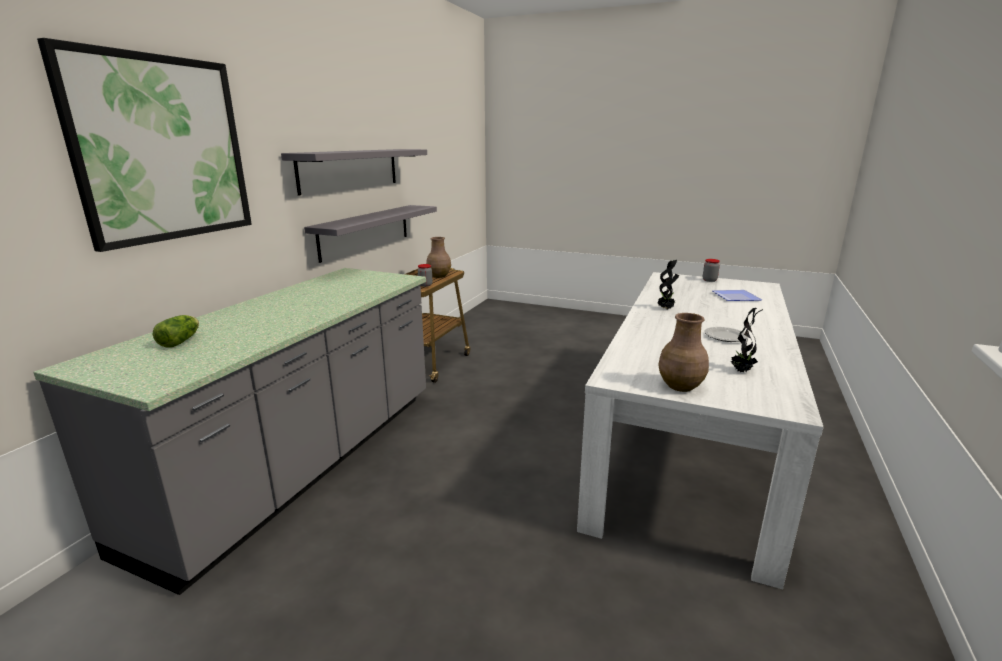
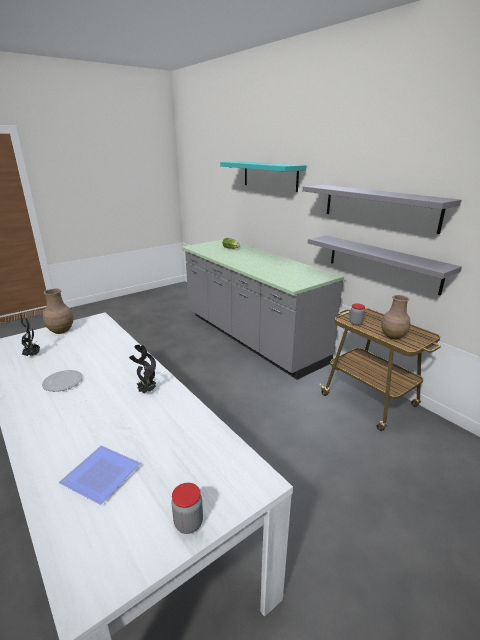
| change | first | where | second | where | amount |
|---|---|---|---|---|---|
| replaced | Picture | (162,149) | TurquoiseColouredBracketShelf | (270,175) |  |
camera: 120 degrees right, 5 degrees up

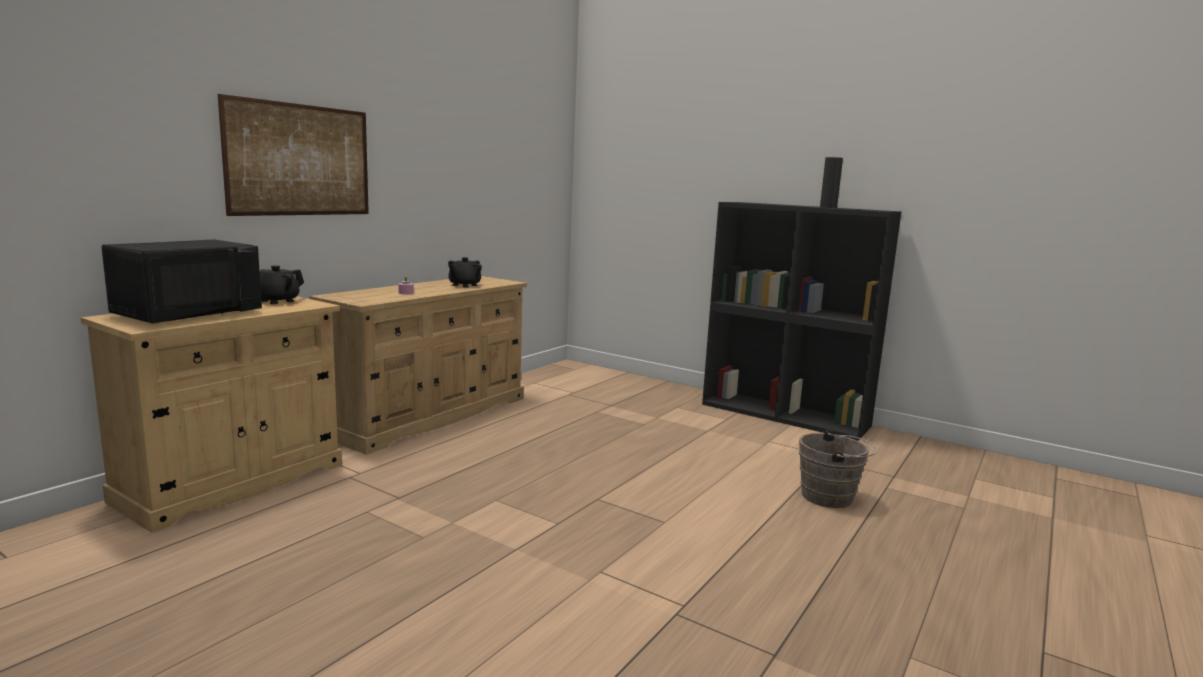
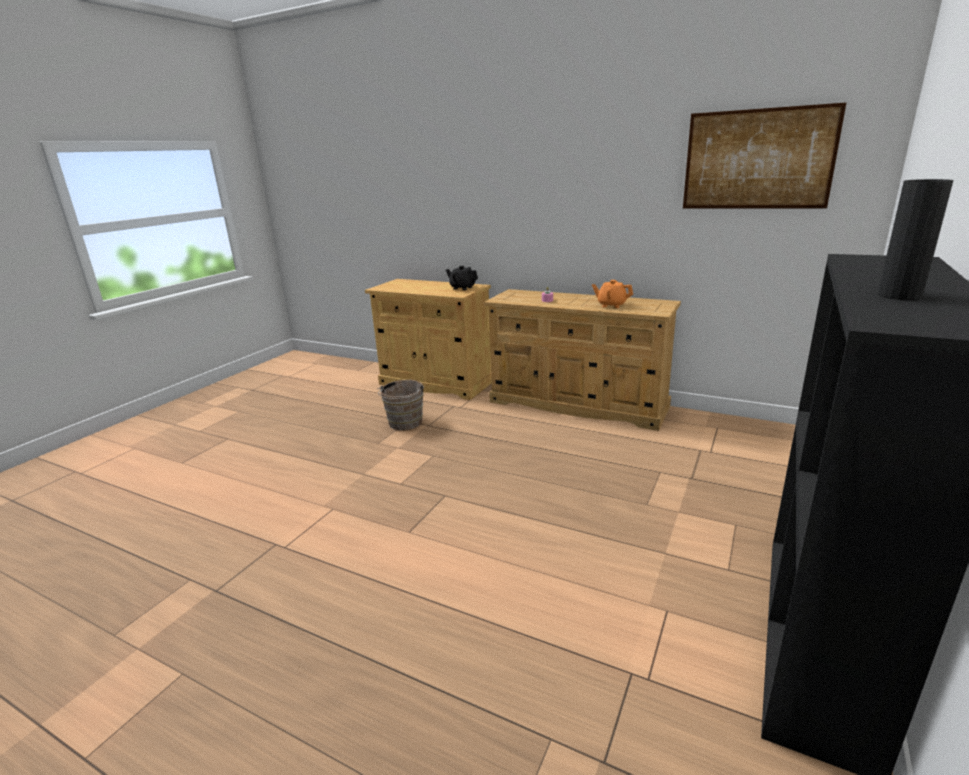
| change | first | where | second | where | amount |
|---|---|---|---|---|---|
| moved | BrownBucket | (831,497) |  | (404,424) |  |
| recoloured | BlackColouredPotForTea | (464,285) | OrangePotForTea | (611,305) |  |
| moved | Picture | (300,160) |  | (757,159) |  |
| removed | BlackColouredMicrowaveOven | (187,313) |  |  |  |
camera: 85 degrees right, 10 degrees up

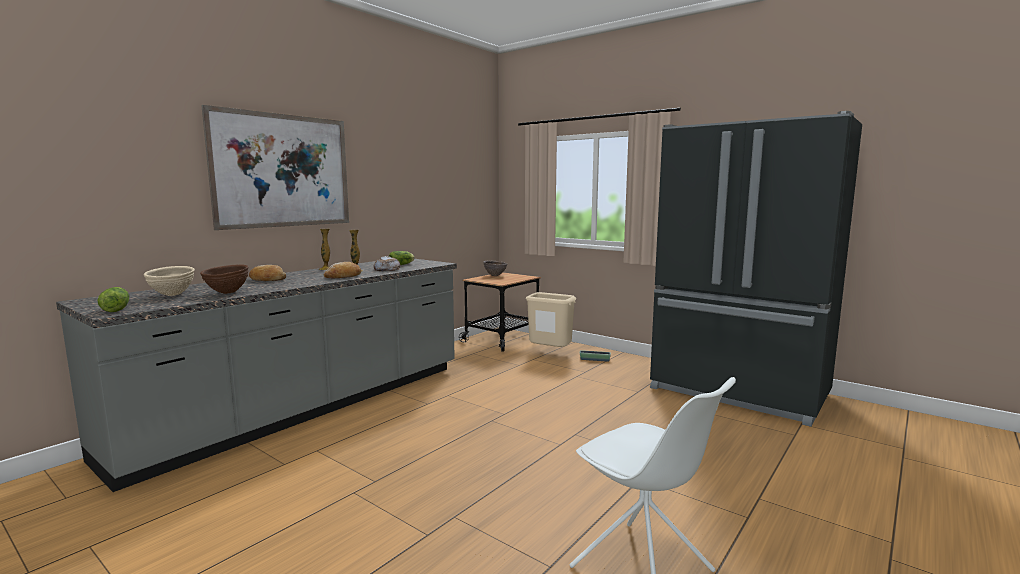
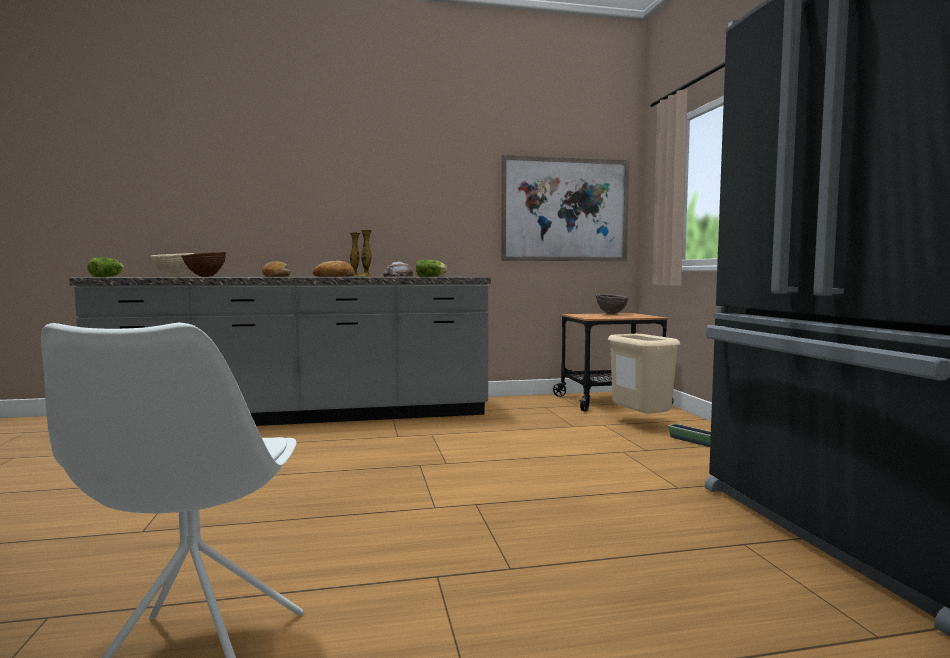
| change | first | where | second | where | amount |
|---|---|---|---|---|---|
| moved | Picture | (283,171) |  | (565,210) |  |
camera: 40 degrees right, 5 degrees down

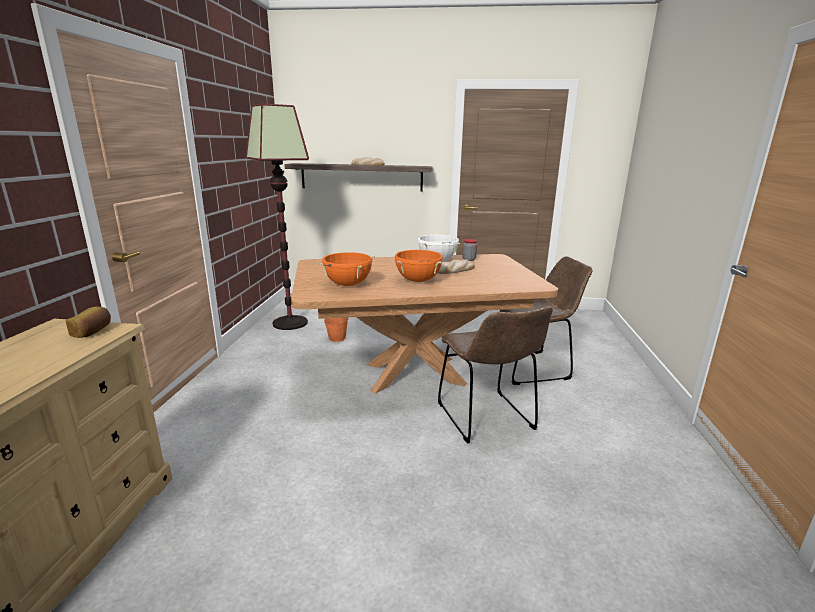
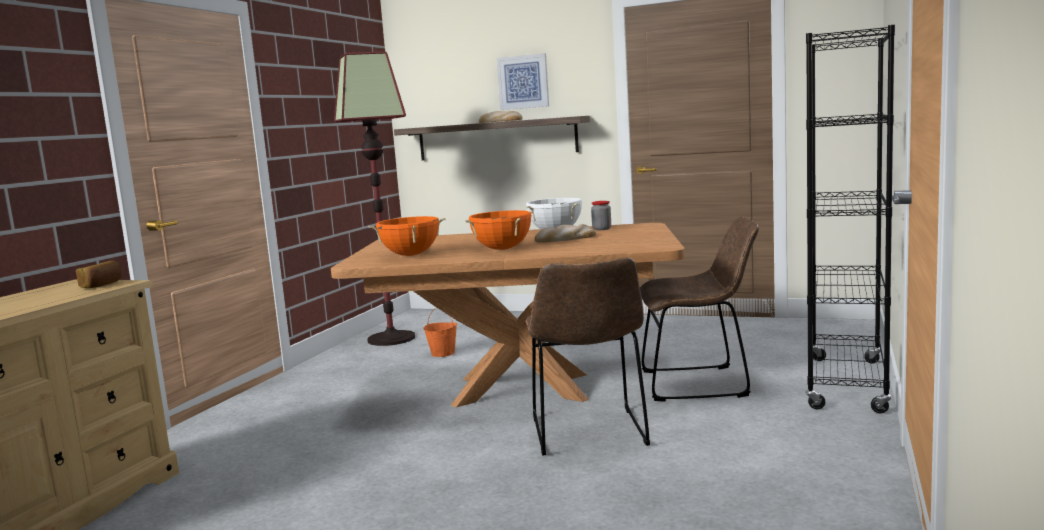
| change | first | where | second | where | amount |
|---|---|---|---|---|---|
| added |  |  | Picture | (523,82) |  |
| added |  |  | BlackColouredBookcase | (846,384) |  |
camera: 15 degrees right, 10 degrees down

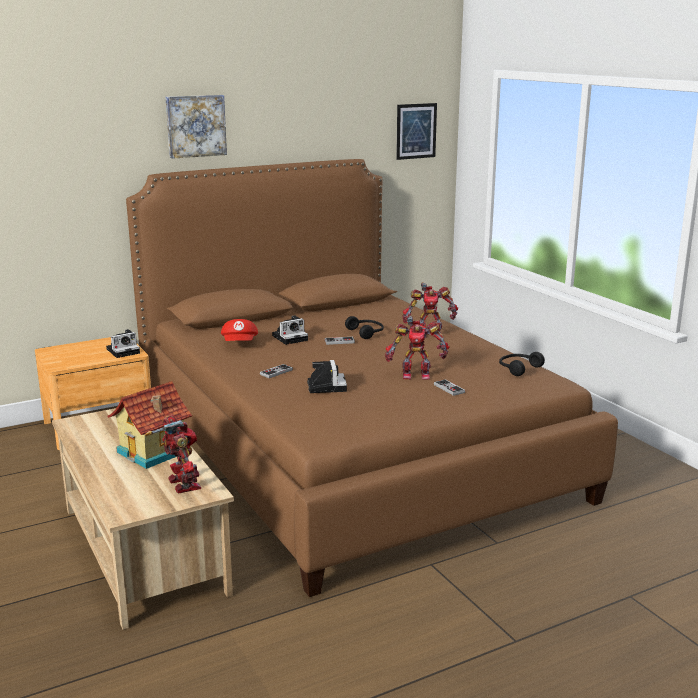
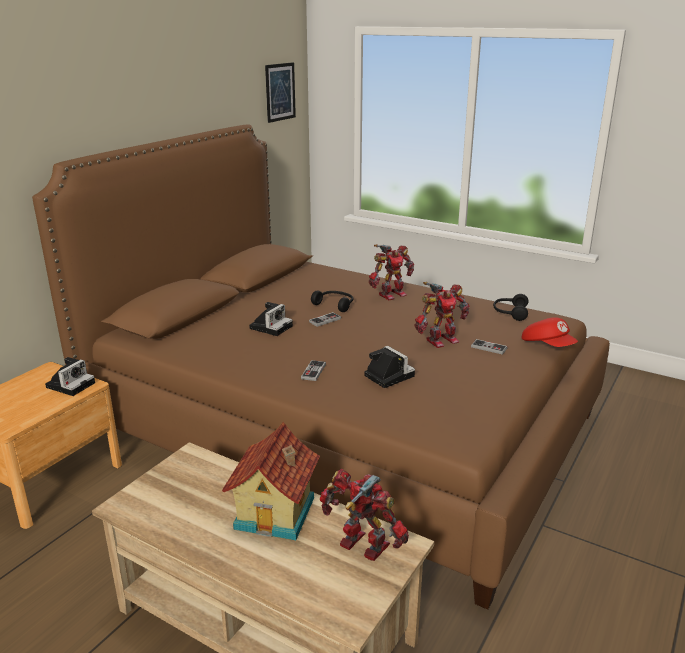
| change | first | where | second | where | amount |
|---|---|---|---|---|---|
| moved | RedPeakedCap | (240,344) |  | (548,345) |  |
| removed | Picture | (195,126) |  |  |  |
camera: 30 degrees left, 5 degrees up

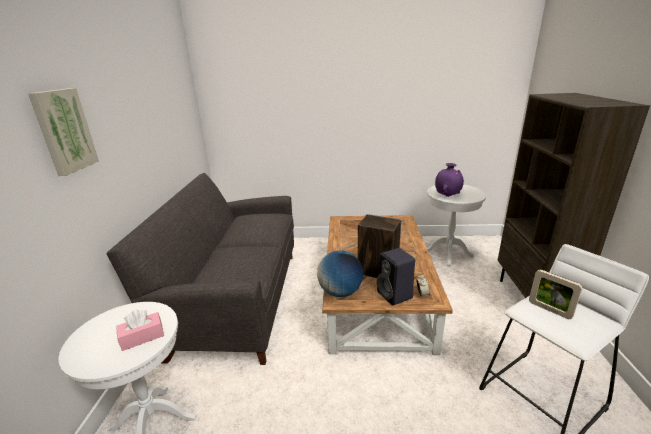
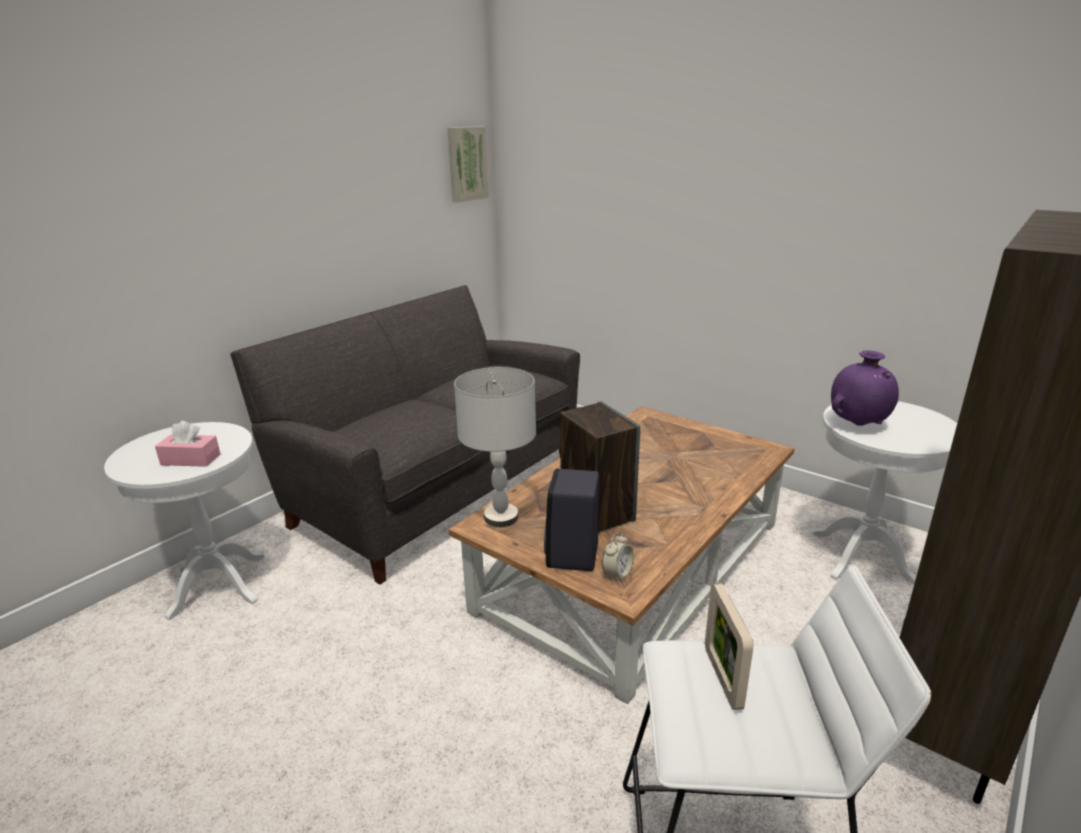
| change | first | where | second | where | amount |
|---|---|---|---|---|---|
| moved | Picture | (63,131) |  | (466,164) |  |
| replaced | Globe | (340,292) | GrayTabletopLamp | (502,517) |  |
camera: 35 degrees right, 0 degrees up

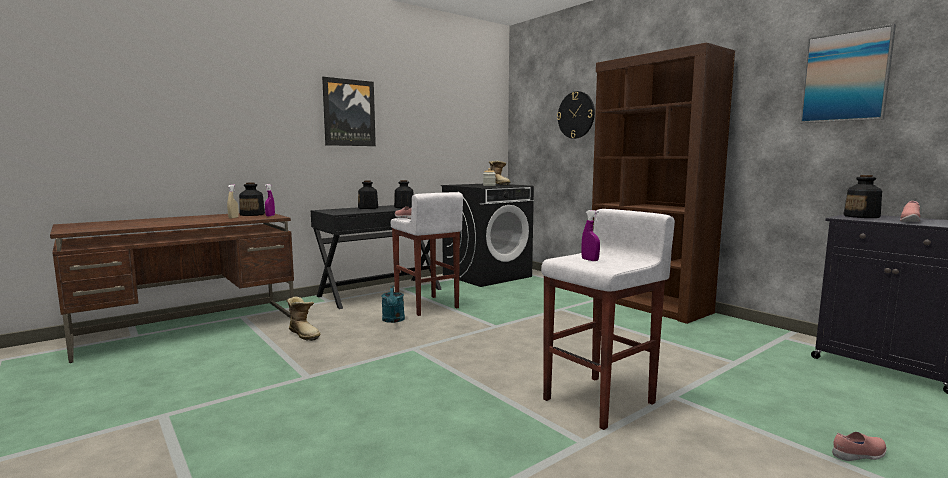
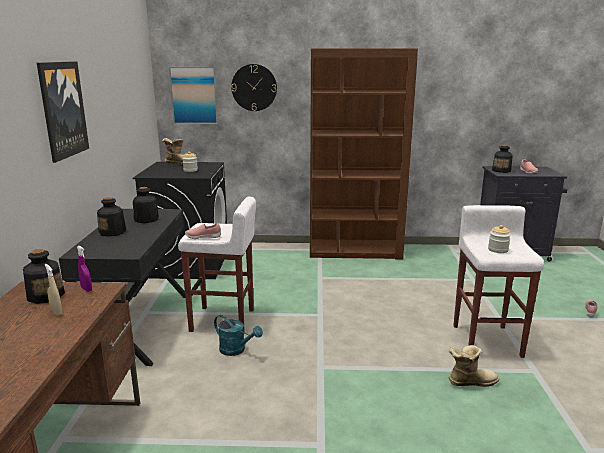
| change | first | where | second | where | amount |
|---|---|---|---|---|---|
| moved | Picture | (845,77) |  | (194,95) |  |
| moved | Boot | (304,334) |  | (470,381) |  |
| replaced | PurpleColouredSprayBottle | (590,260) | Jar | (498,250) |  |
camera: 50 degrees left, 10 degrees up

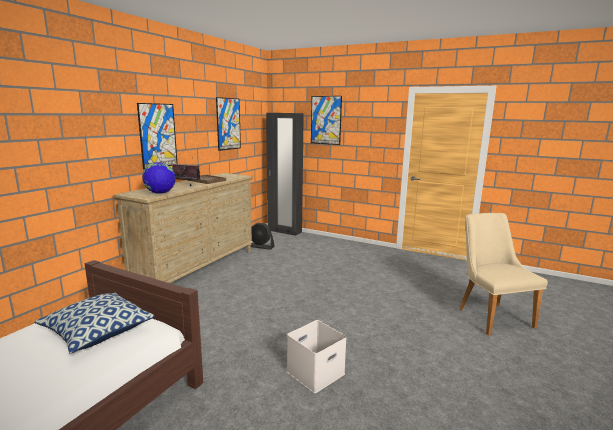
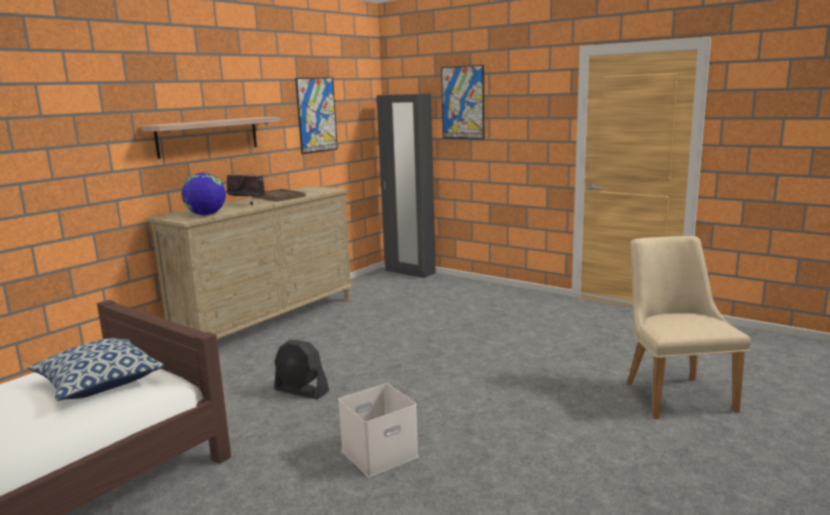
| change | first | where | second | where | amount |
|---|---|---|---|---|---|
| replaced | Picture | (158,135) | BracketShelf | (208,136) |  |
| moved | BlackColouredElectricFan | (261,247) |  | (301,391) |  |
camera: 10 degrees right, 0 degrees up

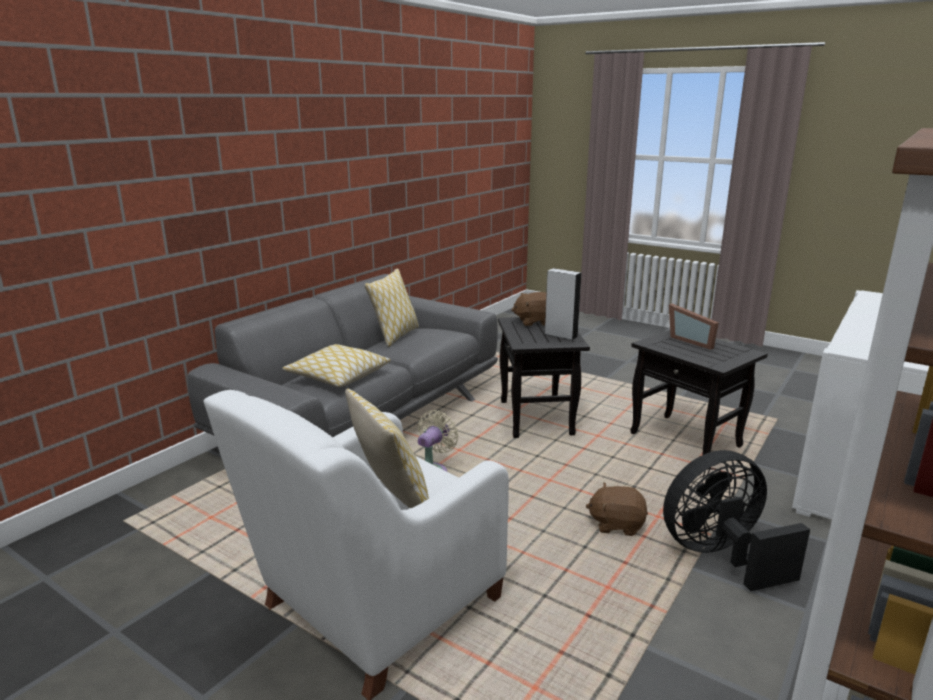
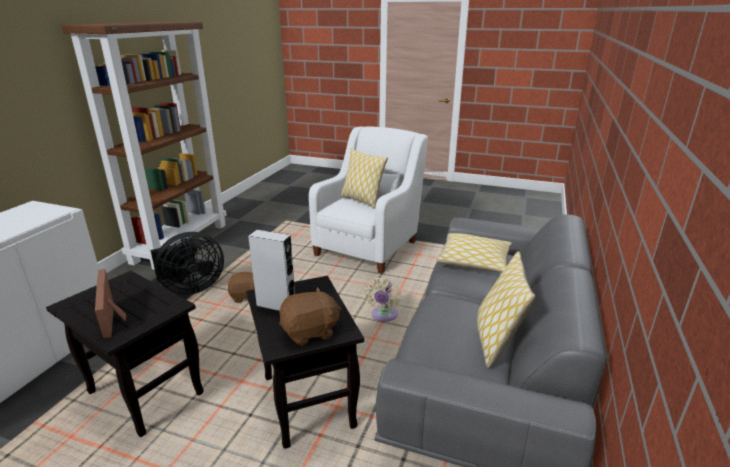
| change | first | where | second | where | amount |
|---|---|---|---|---|---|
| turned | PictureFrame | (692,340) |  | (115,318) | 150 degrees counterclockwise |
camera: 165 degrees right, 5 degrees up

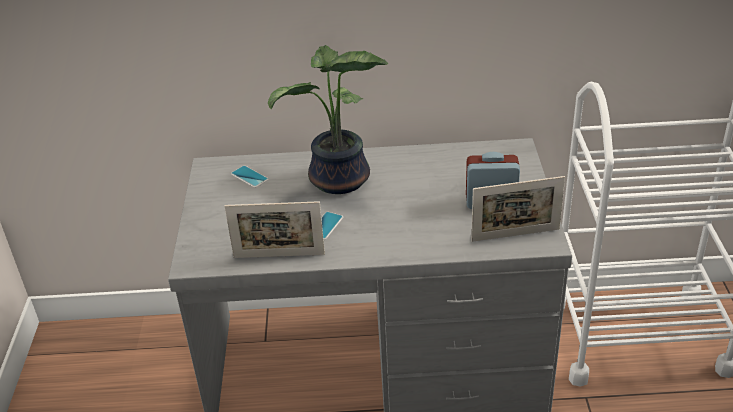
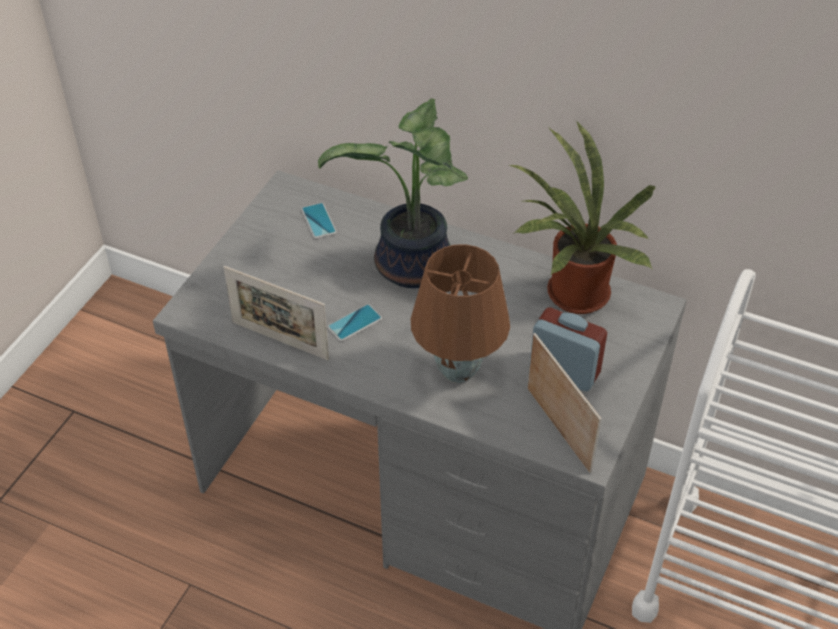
| change | first | where | second | where | amount |
|---|---|---|---|---|---|
| added |  |  | BrownTabletopLamp | (459,371) |  |
| added |  |  | PottedPlant | (572,296) |  |
| turned | PictureFrame | (515,235) |  | (558,429) | 135 degrees counterclockwise |
camera: 25 degrees right, 10 degrees up

